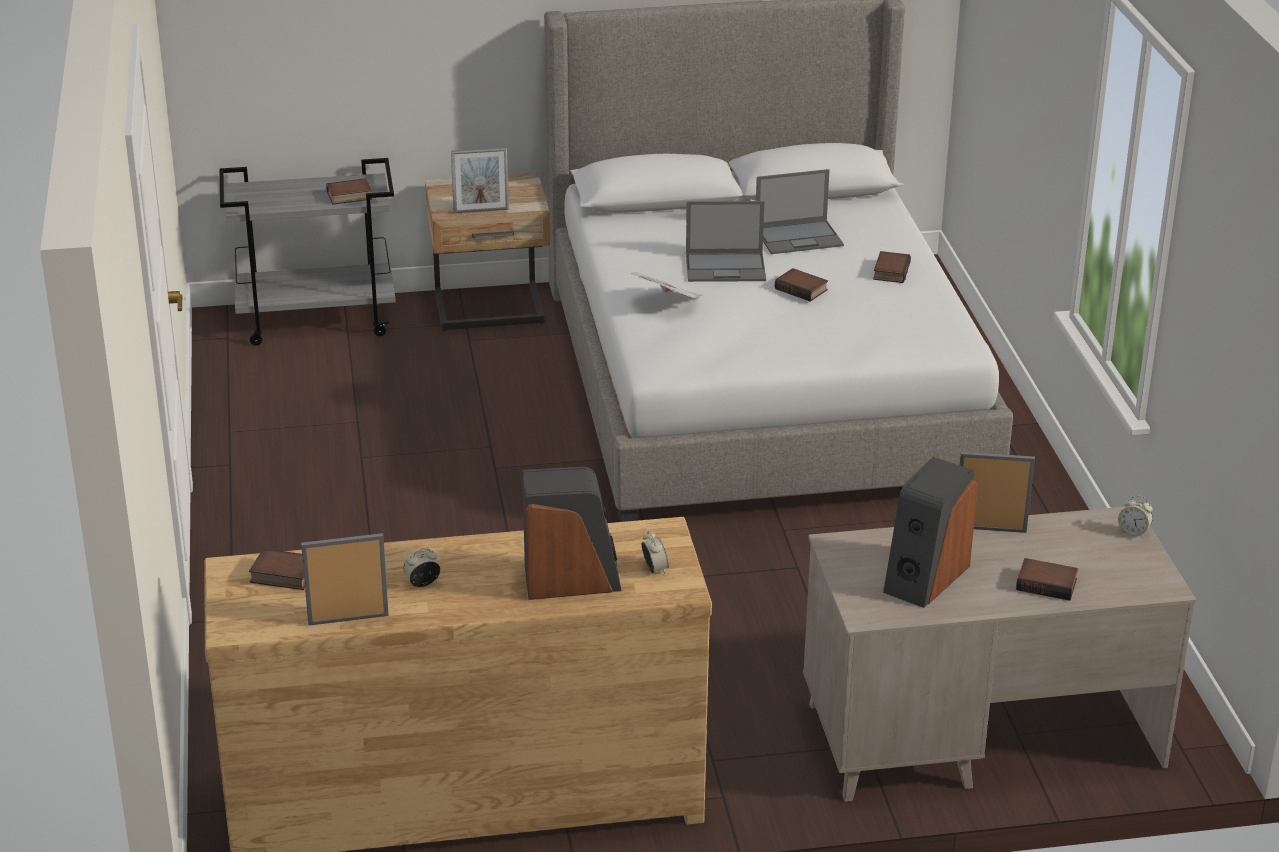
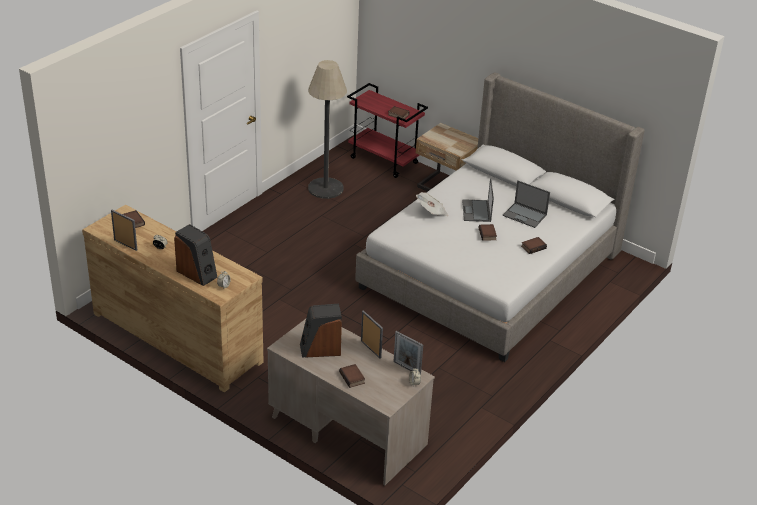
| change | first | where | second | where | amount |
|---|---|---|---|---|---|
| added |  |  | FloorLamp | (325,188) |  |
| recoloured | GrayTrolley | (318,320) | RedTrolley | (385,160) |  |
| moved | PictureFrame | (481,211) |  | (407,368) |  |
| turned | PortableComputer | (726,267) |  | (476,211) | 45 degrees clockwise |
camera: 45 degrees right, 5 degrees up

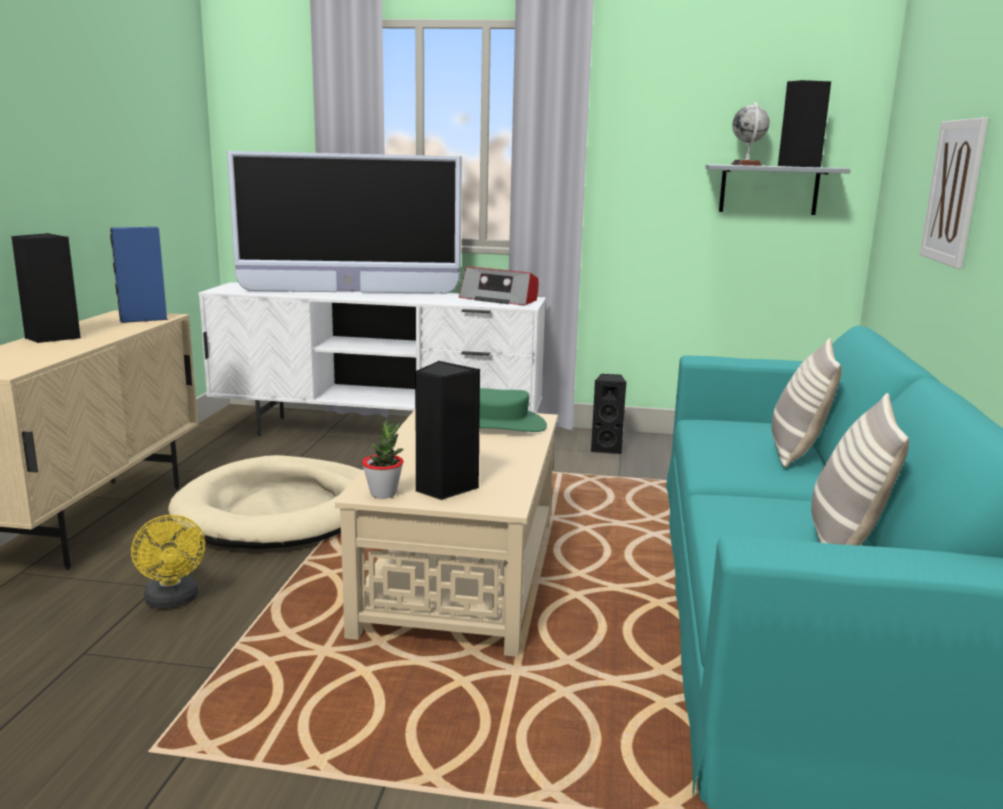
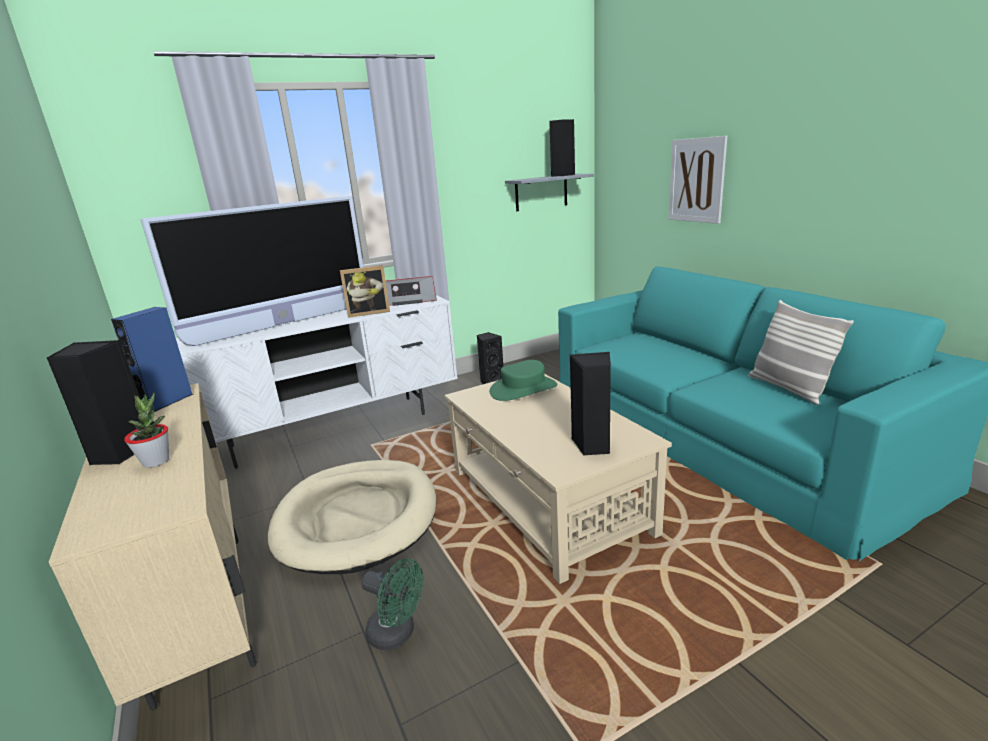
| change | first | where | second | where | amount |
|---|---|---|---|---|---|
| moved | PottedPlant | (383,494) |  | (156,461) |  |
| added |  |  | PictureFrame | (368,313) |  |
| recoloured | YellowElectricFan | (173,601) | GreenColouredElectricFan | (397,634) |  |
| removed | Globe | (746,165) |  |  |  |
| removed | Pillow | (796,452) |  |  |  |
camera: 35 degrees left, 5 degrees up

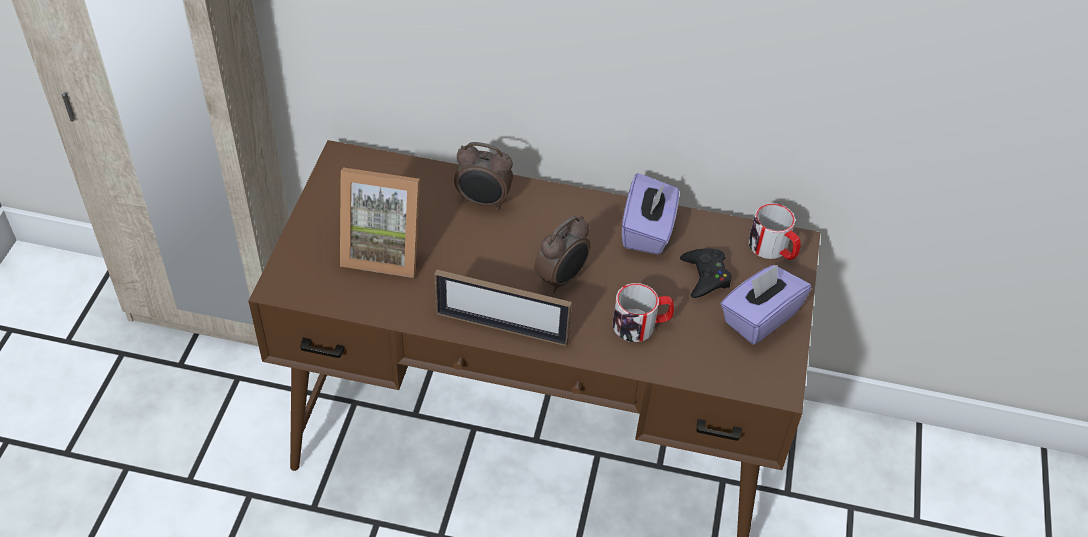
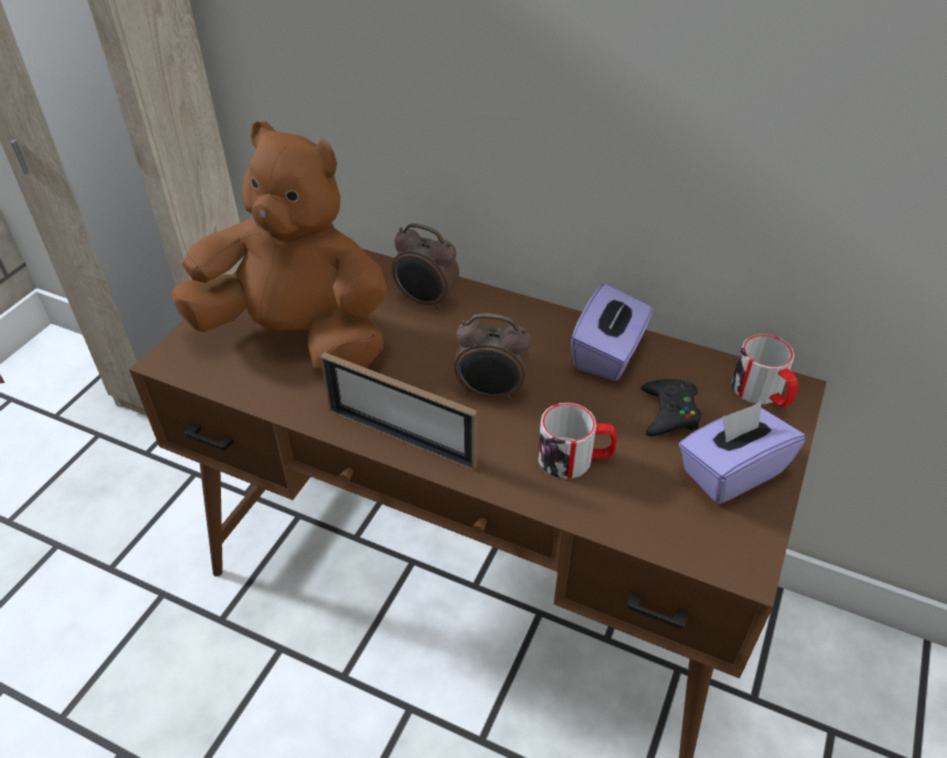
| change | first | where | second | where | amount |
|---|---|---|---|---|---|
| replaced | PictureFrame | (384,250) | BrownCuddlyToy | (298,336) |  |
| turned | TableClock | (562,279) |  | (491,393) | 45 degrees clockwise |
camera: 15 degrees right, 5 degrees down

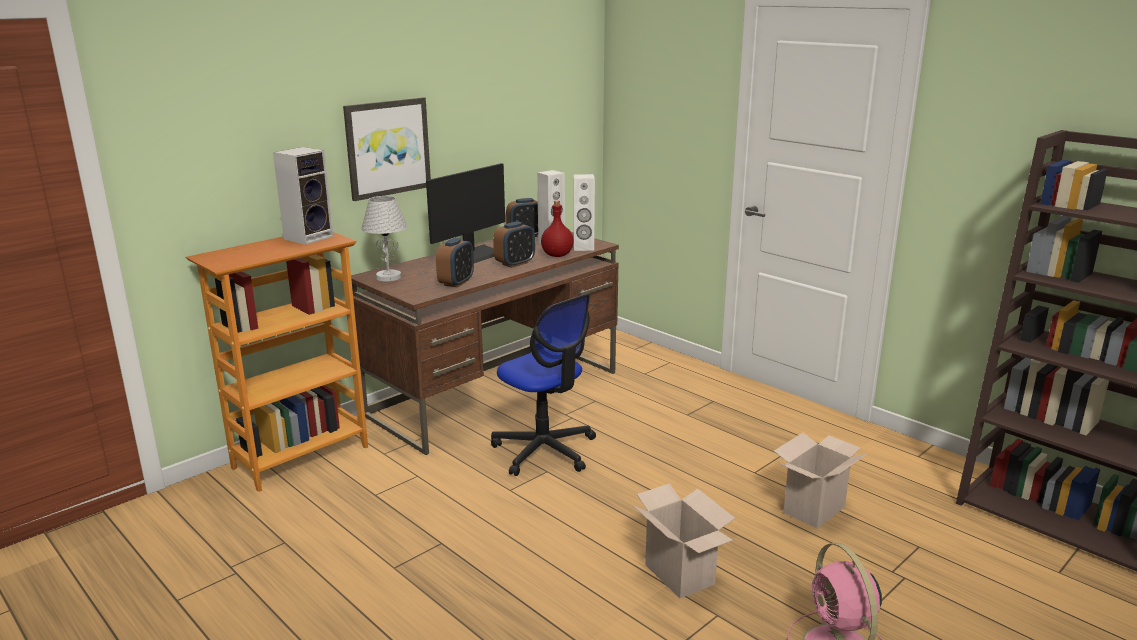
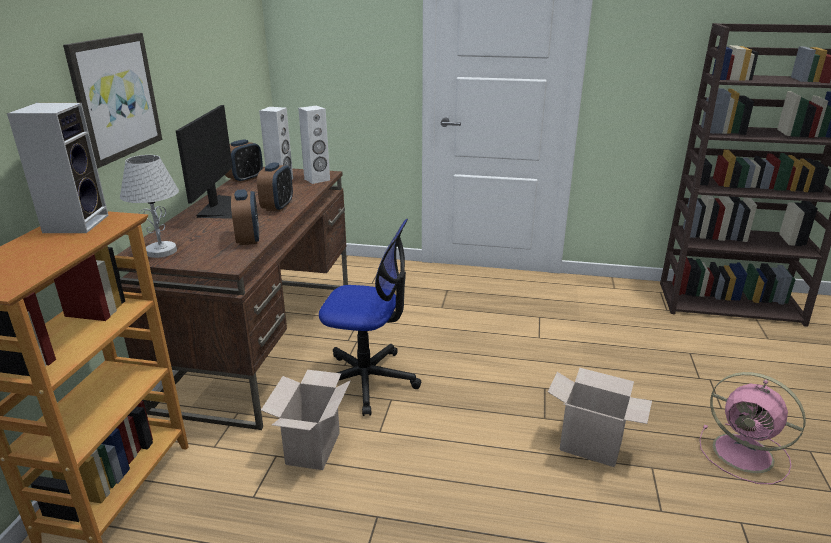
| change | first | where | second | where | amount |
|---|---|---|---|---|---|
| moved | Carton | (813,508) |  | (312,446) |  |
| removed | RedBeverageBottle | (556,255) |  |  |  |
camera: 35 degrees left, 5 degrees up

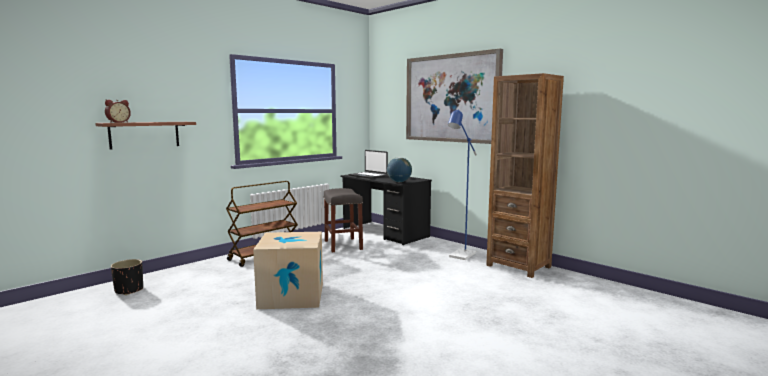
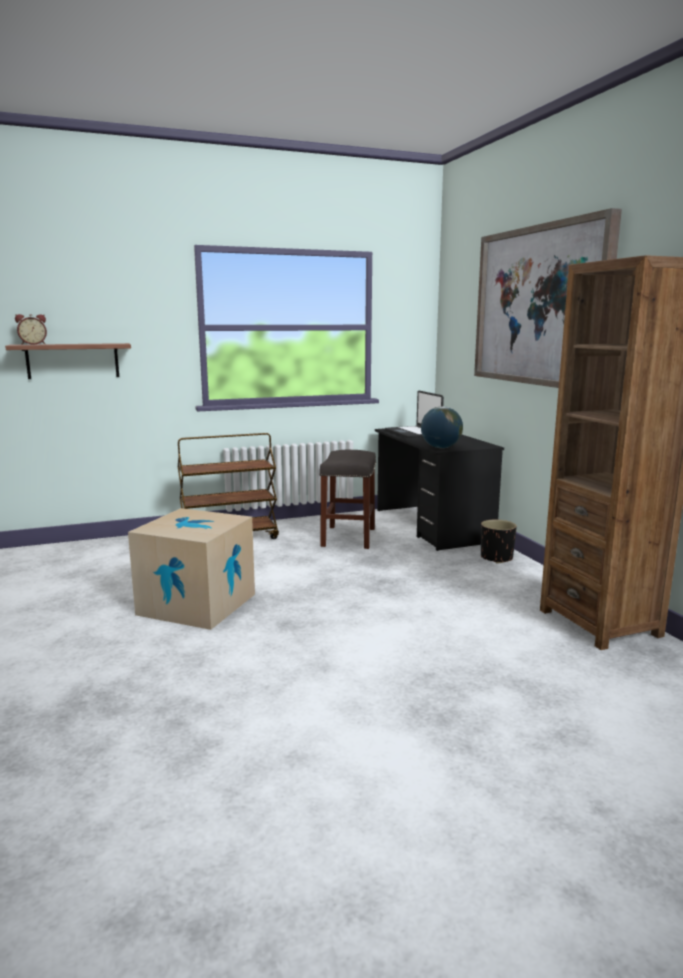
| change | first | where | second | where | amount |
|---|---|---|---|---|---|
| moved | BlackColouredPlantPot | (129,290) |  | (497,558) |  |
| removed | BlueFloorLamp | (460,256) |  |  |  |
camera: 25 degrees right, 5 degrees up

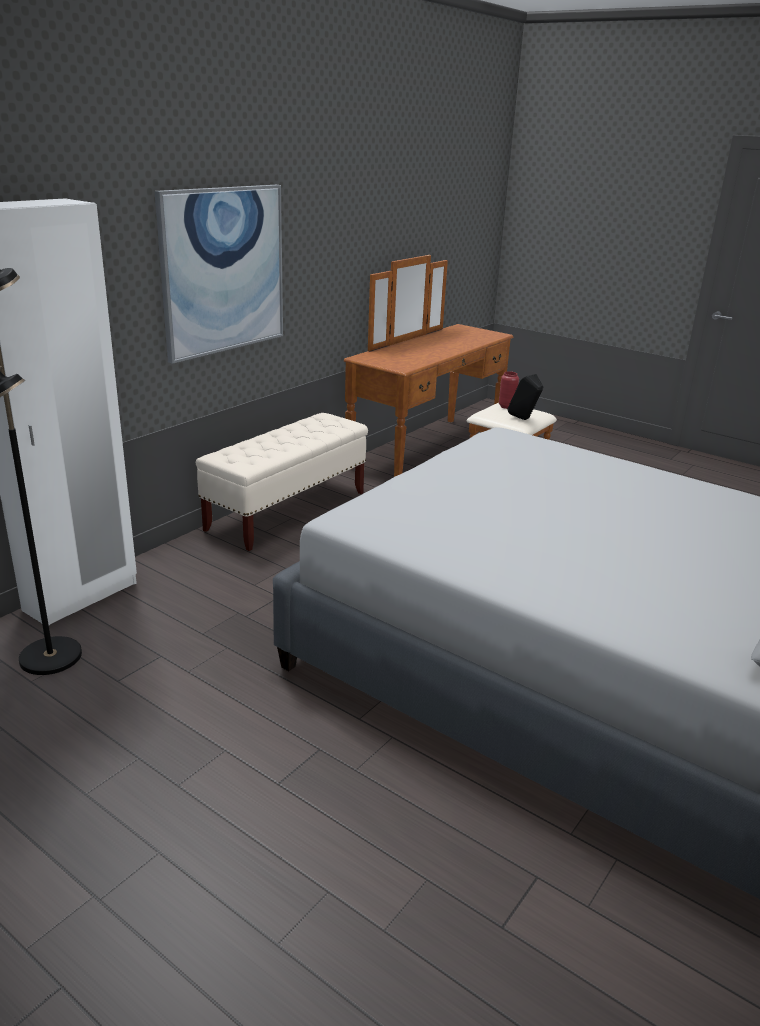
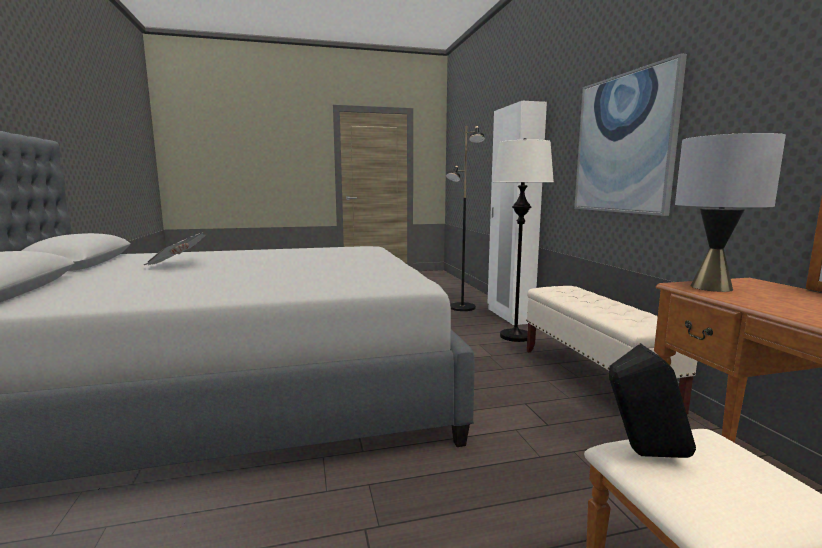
| change | first | where | second | where | amount |
|---|---|---|---|---|---|
| added |  |  | Newspaper | (176,265) |  |
| added |  |  | WhiteColouredFloorLamp | (515,336) |  |
| added |  |  | GrayTabletopLamp | (711,287) |  |
| removed | RedFlowerVase | (507,406) |  |  |  |
camera: 130 degrees right, 15 degrees down

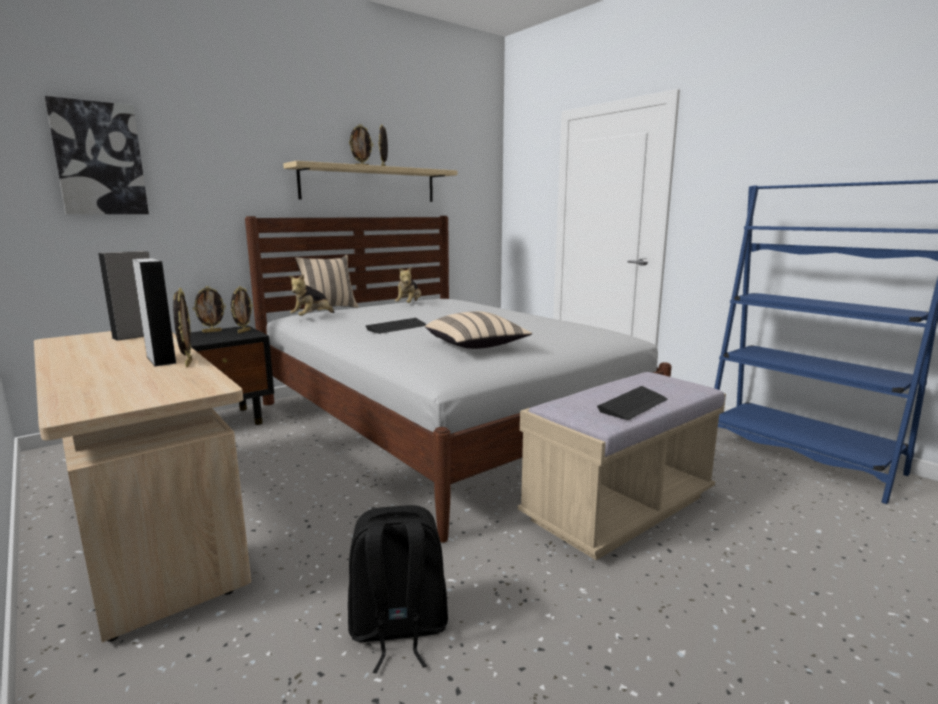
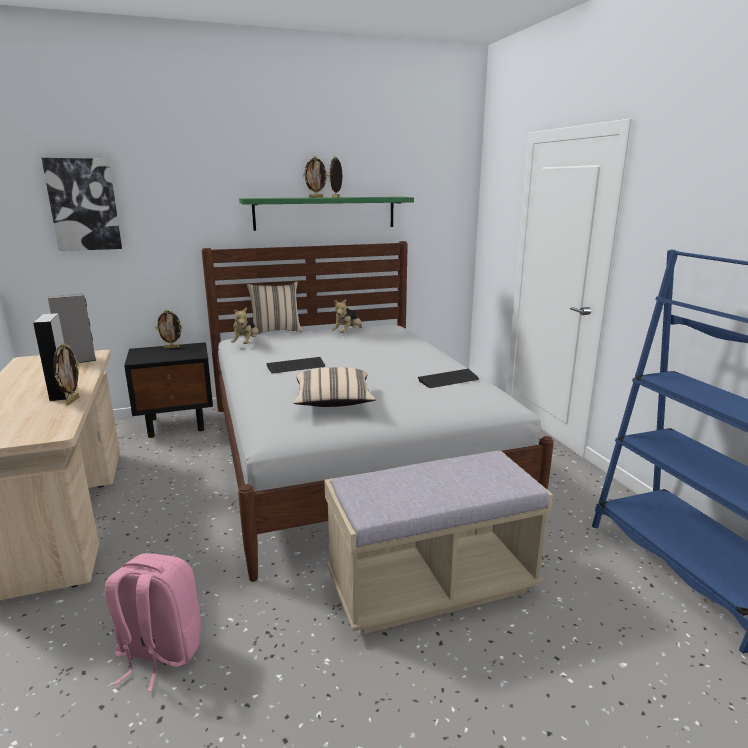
| change | first | where | second | where | amount |
|---|---|---|---|---|---|
| recoloured | BlackColouredKnapsack | (398,630) | PinkishKnapsack | (158,653) |  |
| turned | CuddlyToy | (312,317) |  | (246,344) | 45 degrees counterclockwise |
| recoloured | BeigeBracketShelf | (370,184) | GreenColouredBracketShelf | (325,213) |  |
| moved | Keyboard | (633,405) |  | (448,380) |  |
| removed | PictureFrame | (243,331) |  |  |  |
camera: 20 degrees right, 5 degrees up

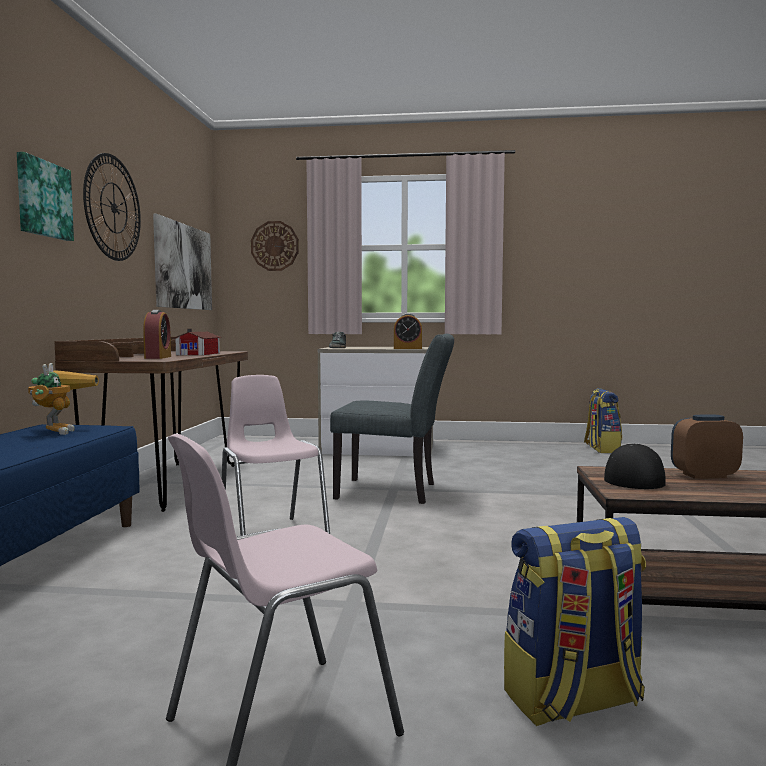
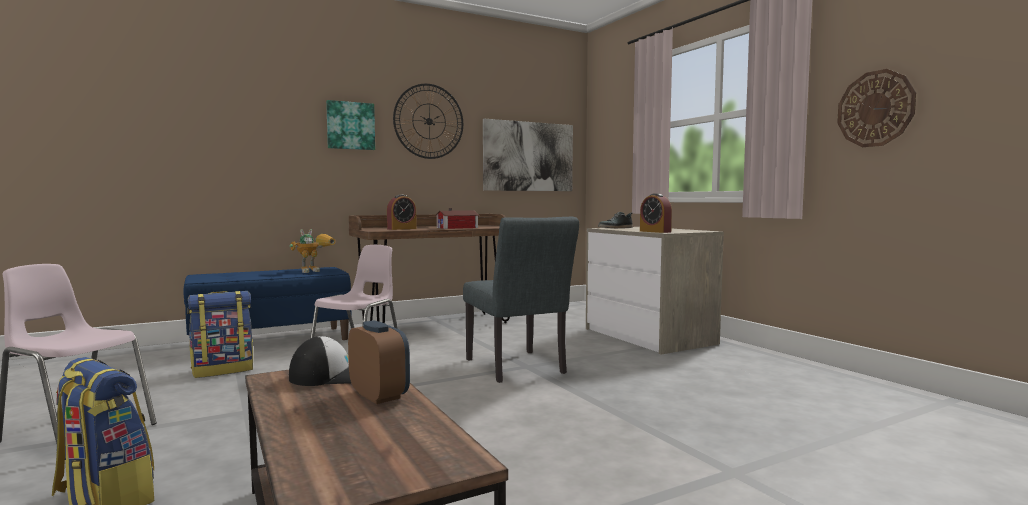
| change | first | where | second | where | amount |
|---|---|---|---|---|---|
| moved | Knapsack | (601,449) |  | (223,370) |  |
| moved | ClockOnTheWall | (275,246) |  | (875,109) |  |
camera: 55 degrees right, 0 degrees up

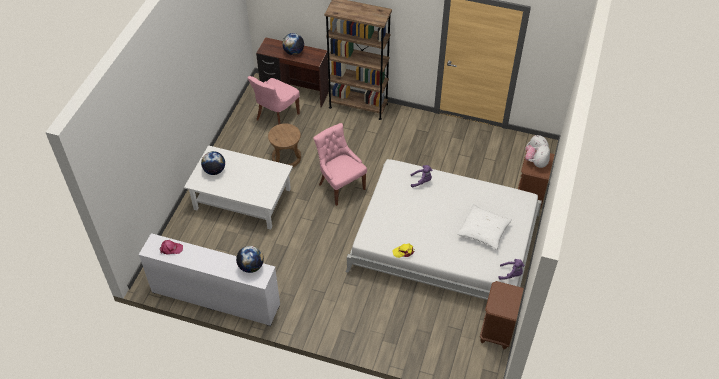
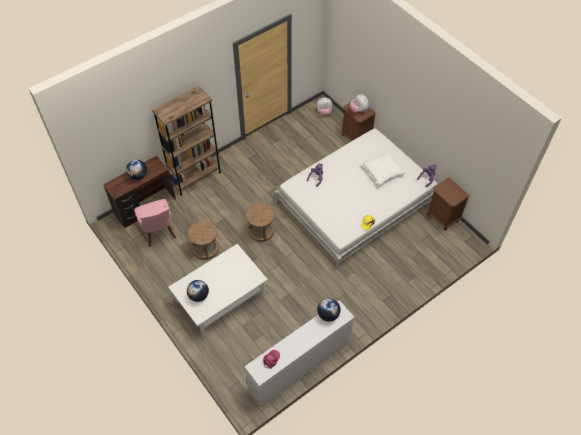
| change | first | where | second | where | amount |
|---|---|---|---|---|---|
| replaced | PinkishChair | (340,186) | BrownSittingStool | (261,231) |  |
camera: 55 degrees left, 5 degrees up

